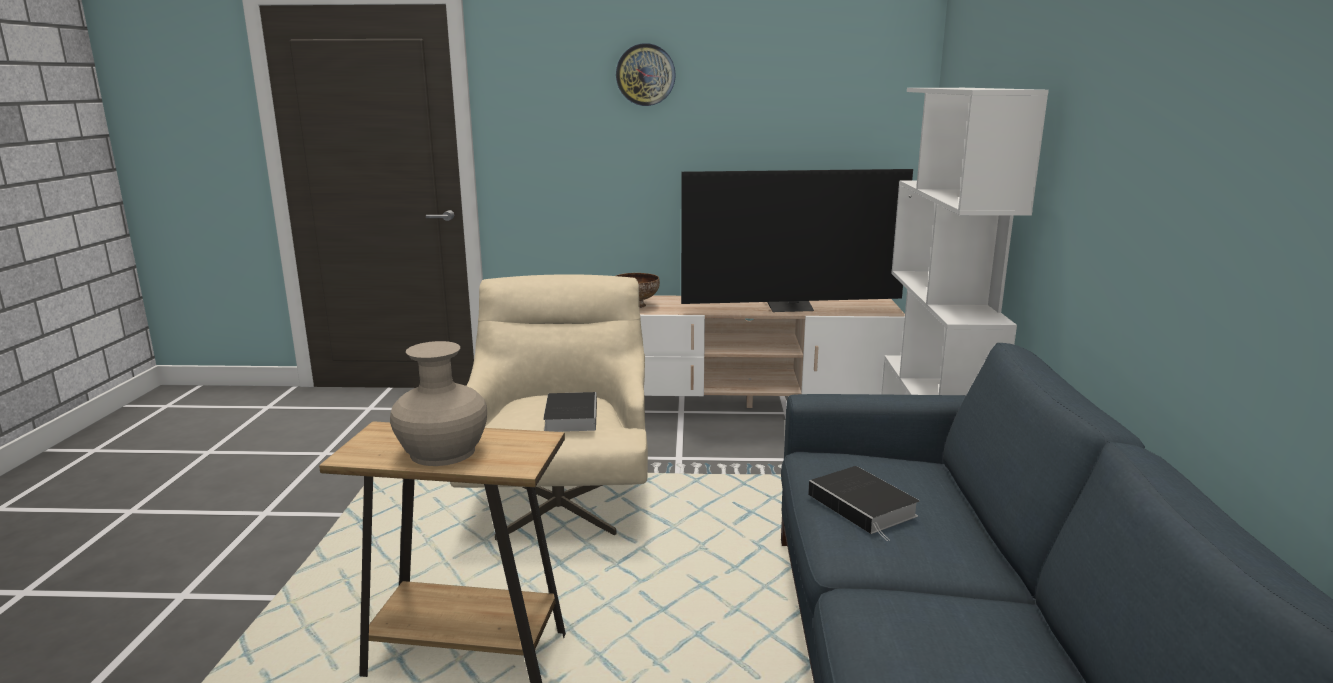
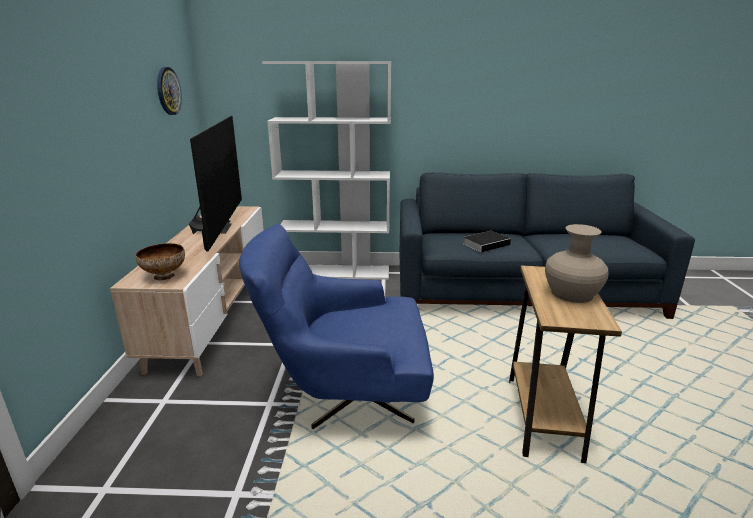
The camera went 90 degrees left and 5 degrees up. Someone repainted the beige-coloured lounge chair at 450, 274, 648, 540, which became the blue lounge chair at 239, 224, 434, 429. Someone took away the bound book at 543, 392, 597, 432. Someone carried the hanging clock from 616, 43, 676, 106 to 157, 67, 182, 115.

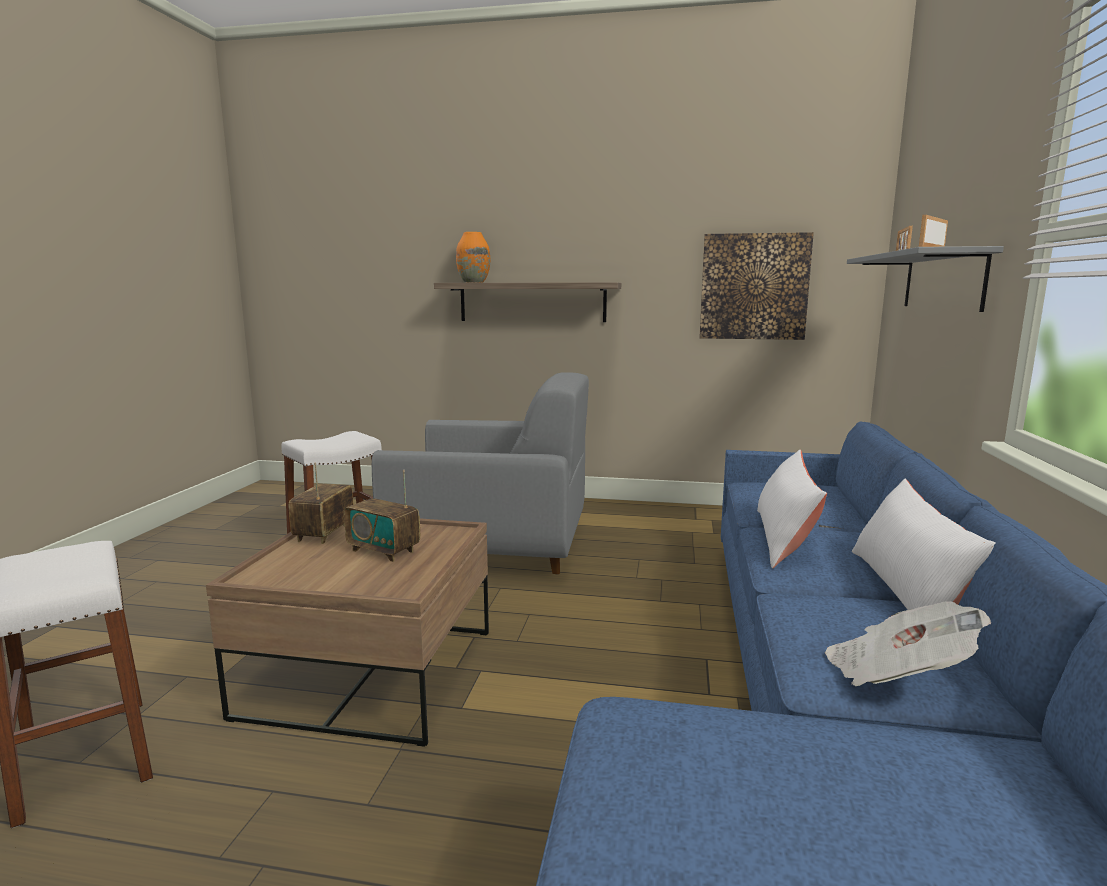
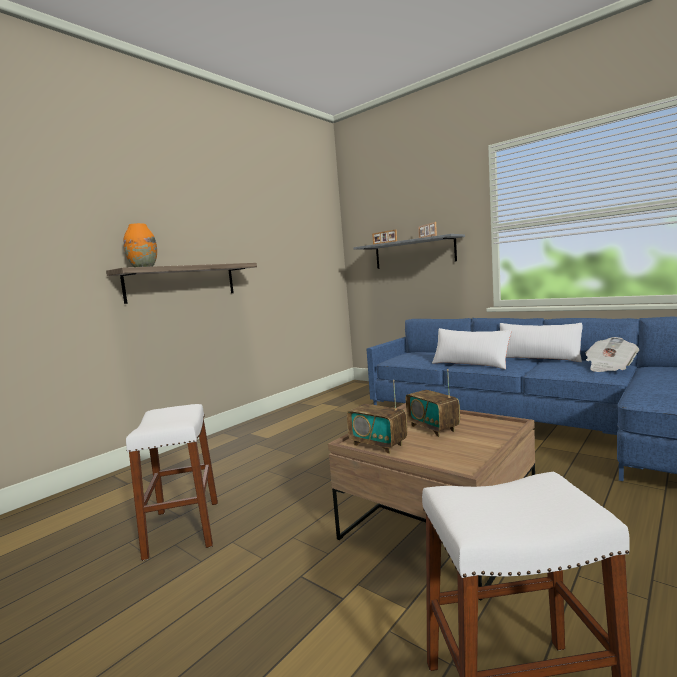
The camera went 60 degrees left and 5 degrees down. Someone rotated the radio receiver at 344, 470, 420, 562 by 90 degrees clockwise. Someone took away the grey lounge chair at 372, 372, 589, 574. Someone took away the picture at 699, 232, 814, 340.

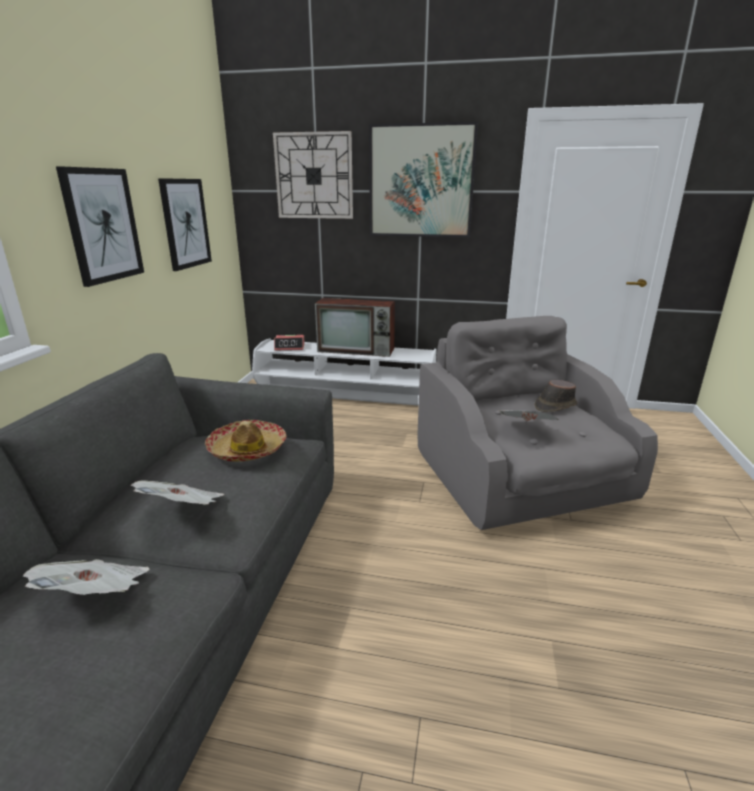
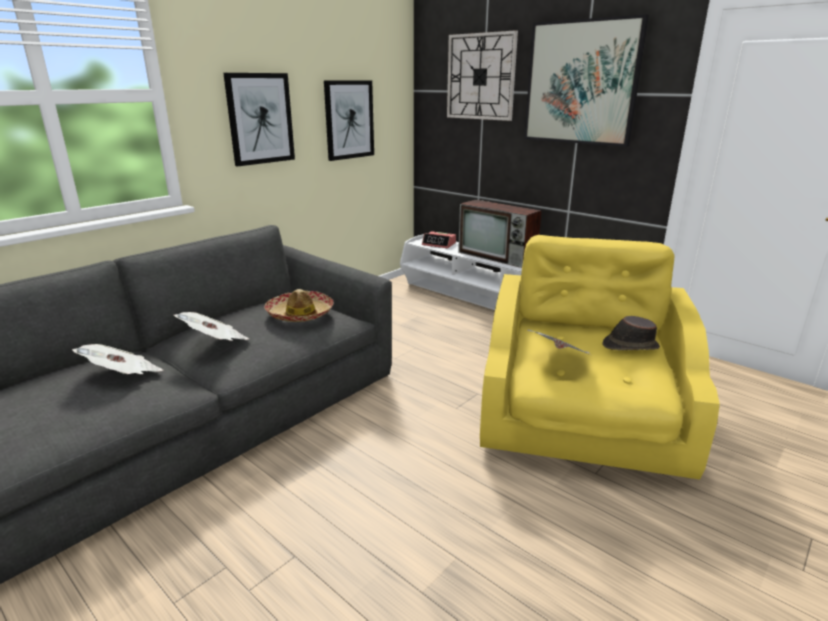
The camera went 30 degrees right and 0 degrees up. Someone repainted the grey lounge chair at 417, 316, 658, 530, which became the yellowish lounge chair at 480, 235, 720, 480.

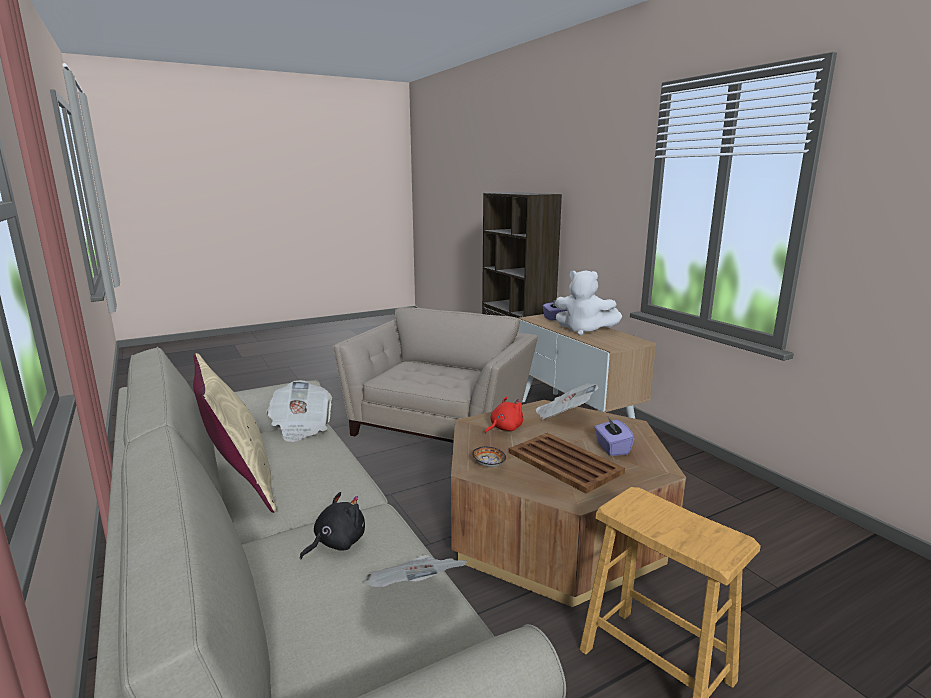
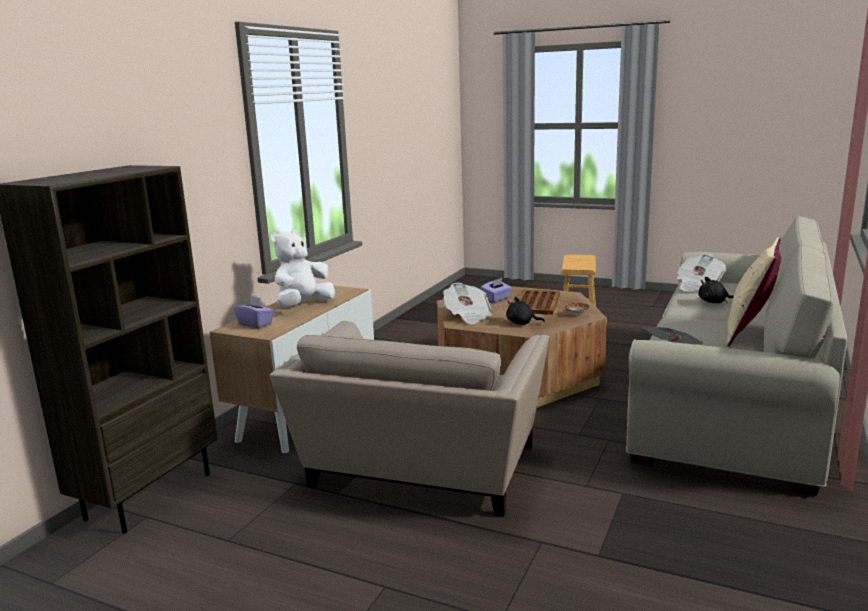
The camera went 125 degrees left and 0 degrees up. Someone rotated the beige-coloured lounge chair at 333, 307, 538, 443 by 60 degrees counterclockwise. Someone repainted the reddish cuddly toy at 484, 396, 523, 434, which became the black-coloured cuddly toy at 506, 297, 545, 325. Someone rotated the white cuddly toy at 555, 270, 622, 335 by 135 degrees counterclockwise.

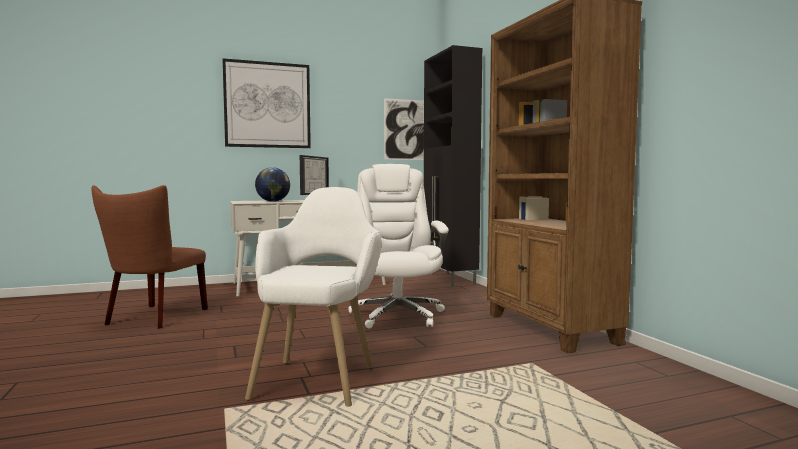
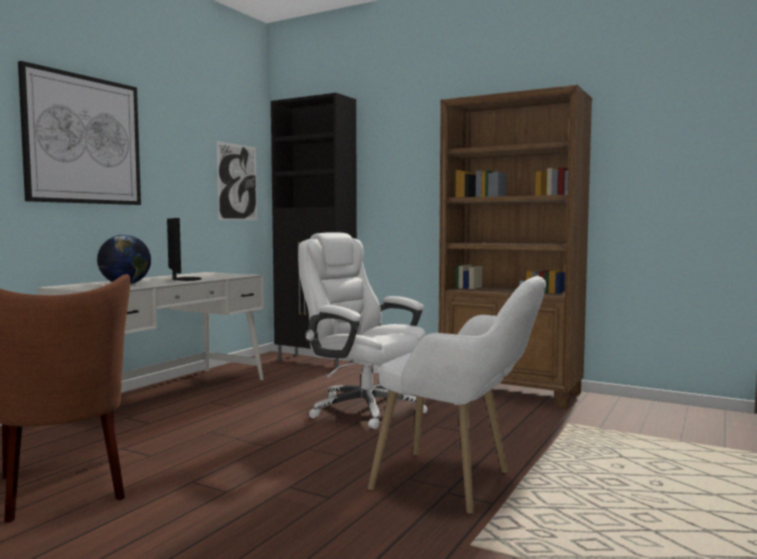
The camera went 40 degrees left and 0 degrees up. Someone rotated the white lounge chair at 245, 187, 382, 407 by 150 degrees clockwise.

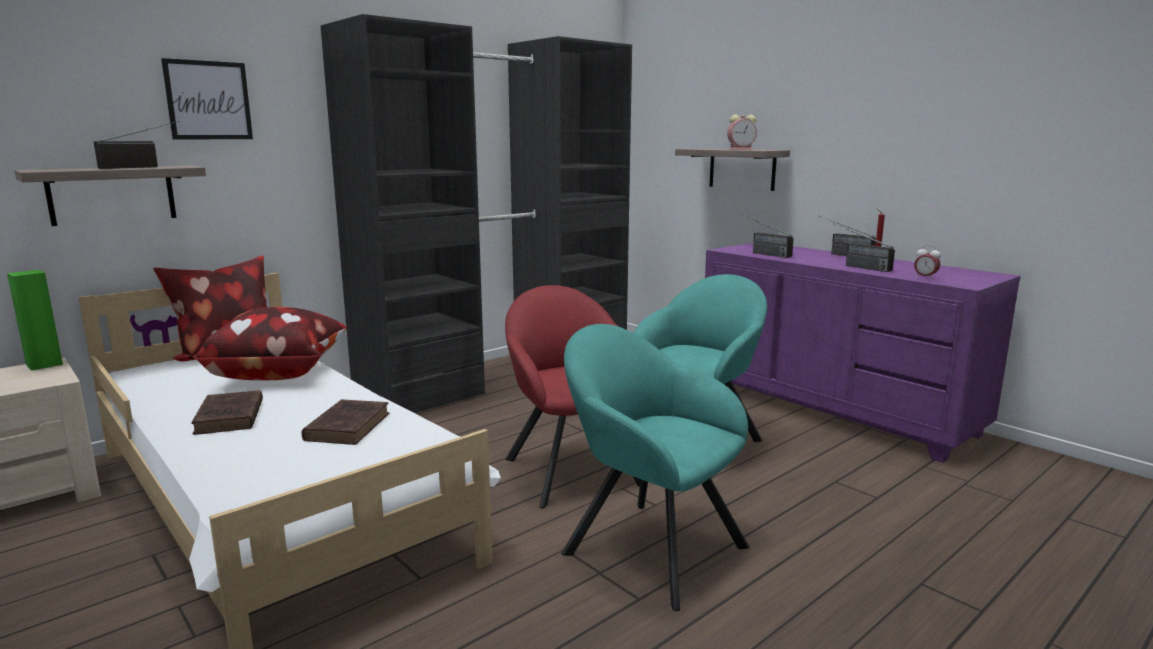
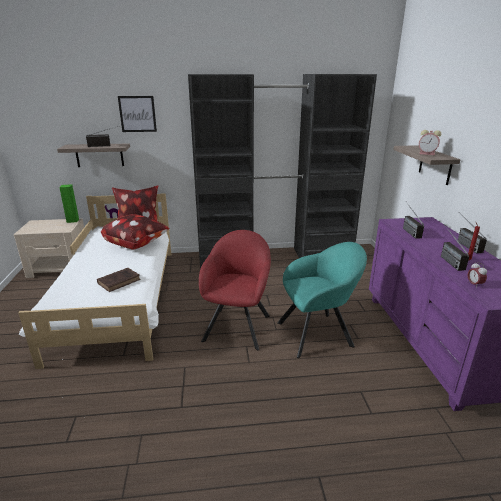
The camera went 35 degrees right and 10 degrees up. Someone took away the brownish bound book at 191, 390, 263, 435. Someone took away the turquoise-coloured lounge chair at 561, 324, 749, 611.

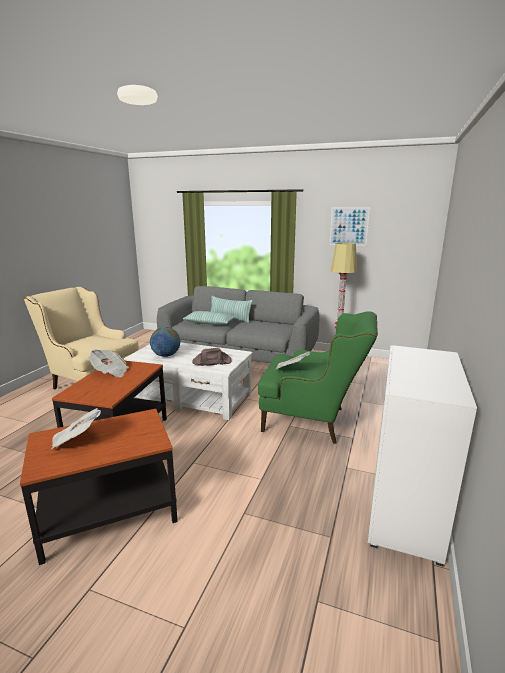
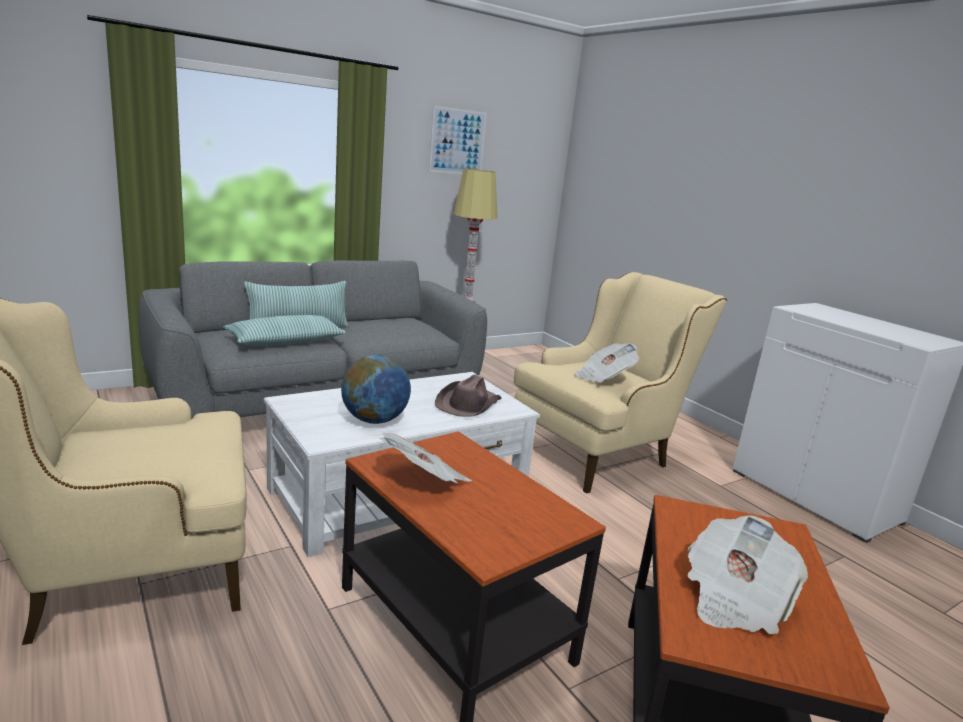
The camera went 55 degrees left and 0 degrees up. Someone repainted the greenish lounge chair at 258, 311, 378, 444, which became the beige-coloured lounge chair at 514, 272, 727, 493.

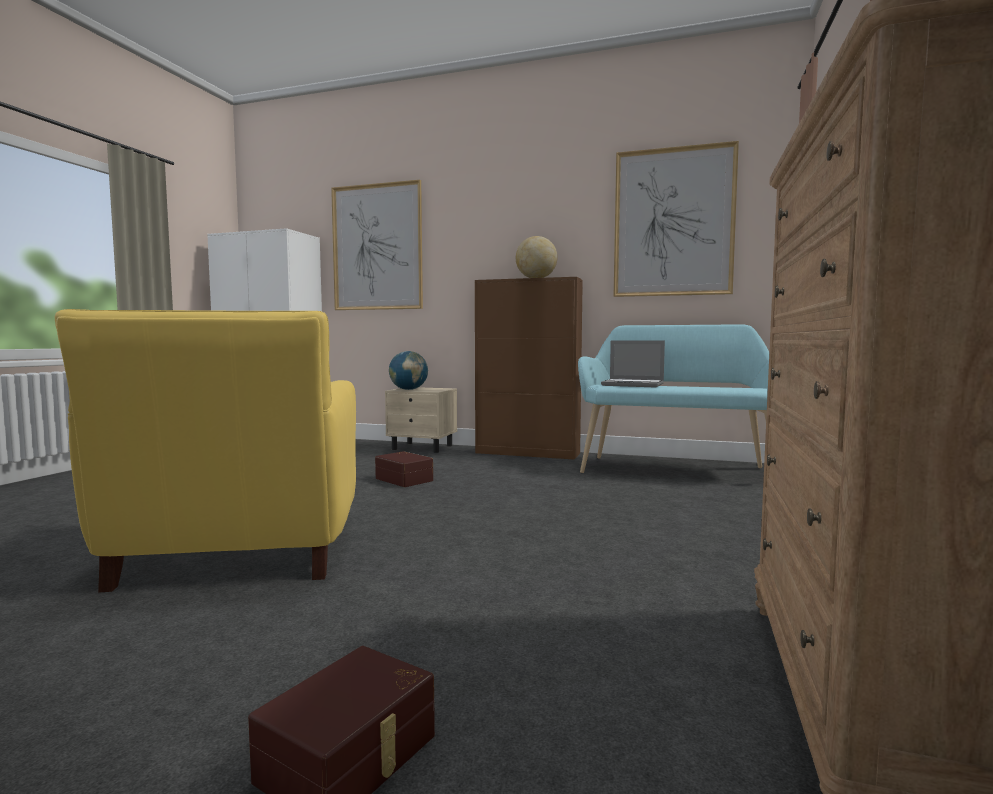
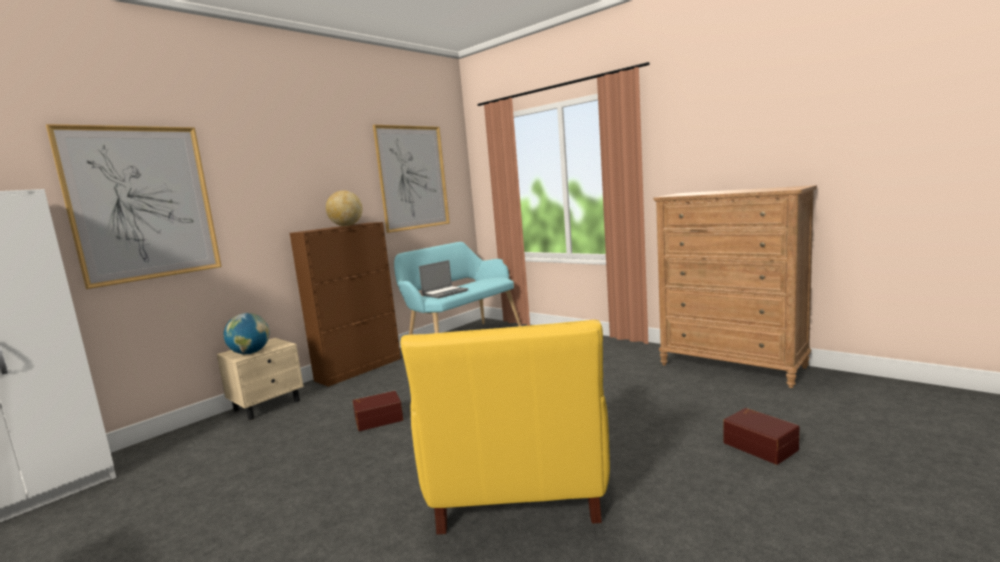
The camera went 65 degrees left and 5 degrees up. Someone rotated the yellowish lounge chair at 55, 309, 356, 592 by 75 degrees clockwise.

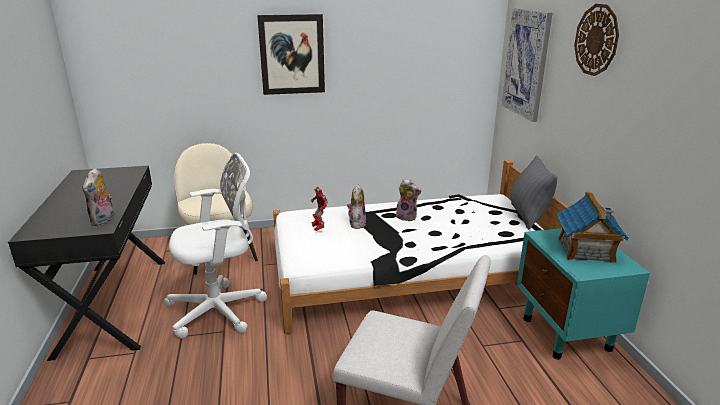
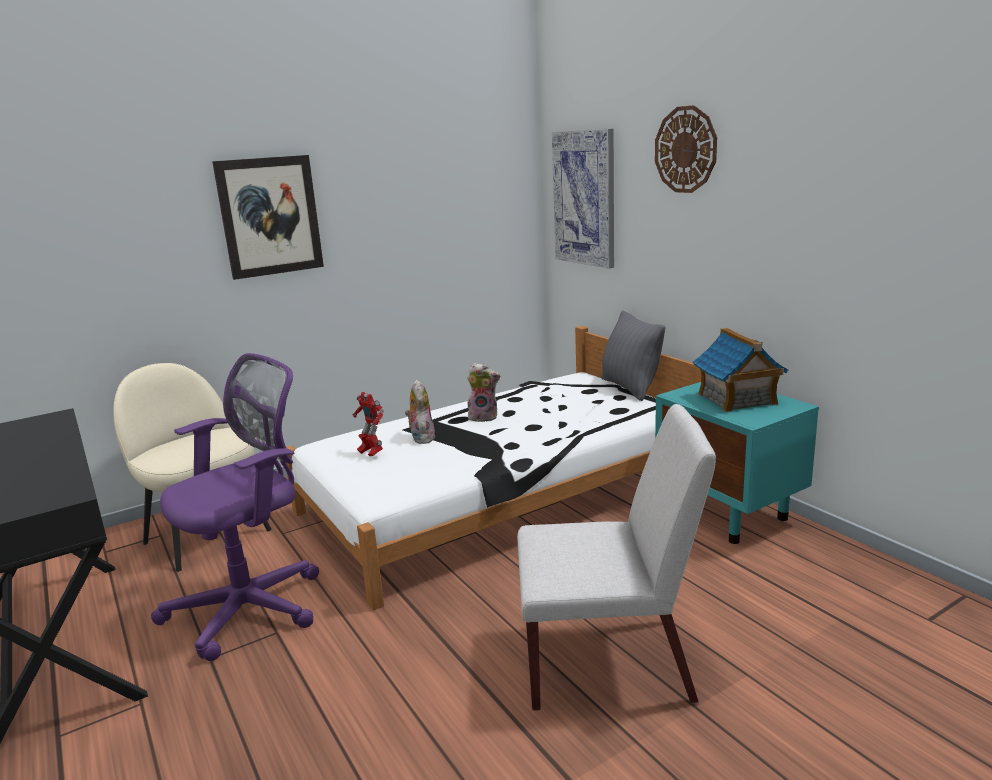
The camera went 20 degrees left and 5 degrees down. Someone took away the cuddly toy at 82, 168, 115, 226. Someone repainted the white computer chair at 164, 153, 267, 339, which became the purple computer chair at 151, 353, 319, 661.

